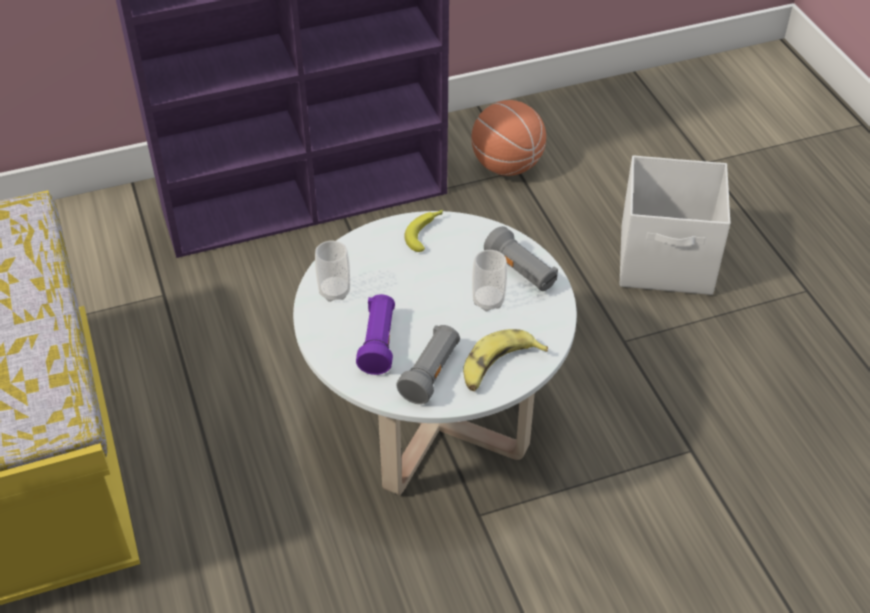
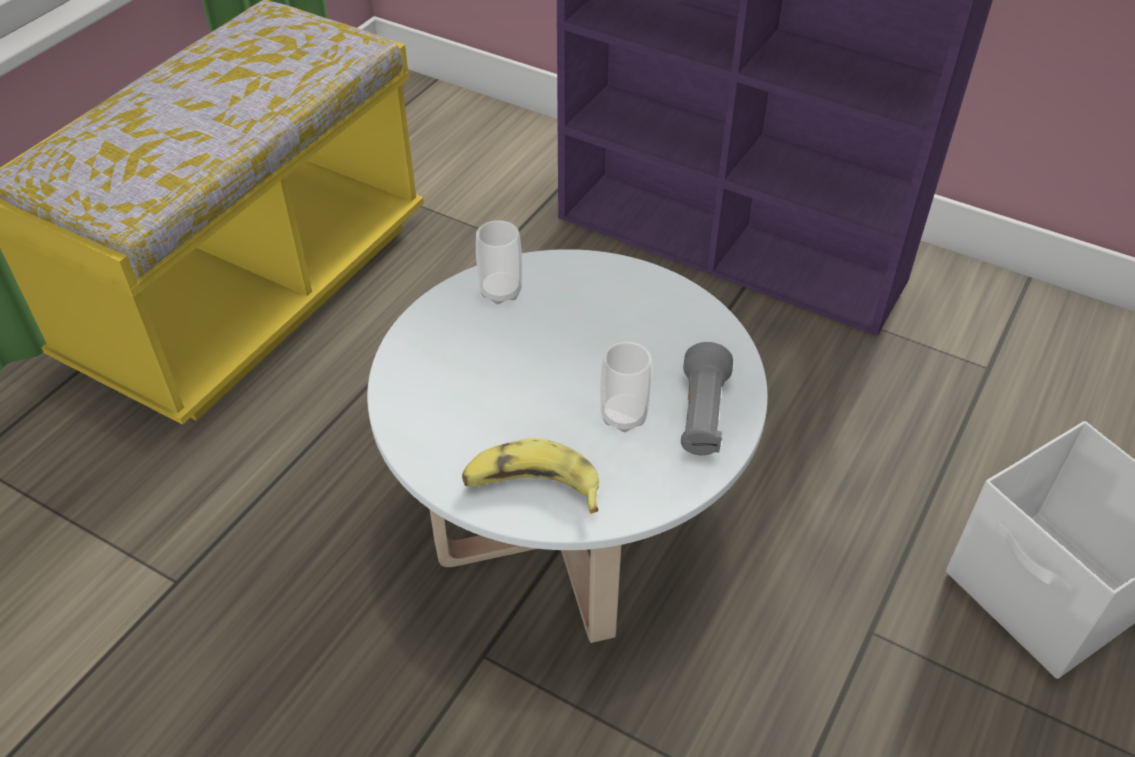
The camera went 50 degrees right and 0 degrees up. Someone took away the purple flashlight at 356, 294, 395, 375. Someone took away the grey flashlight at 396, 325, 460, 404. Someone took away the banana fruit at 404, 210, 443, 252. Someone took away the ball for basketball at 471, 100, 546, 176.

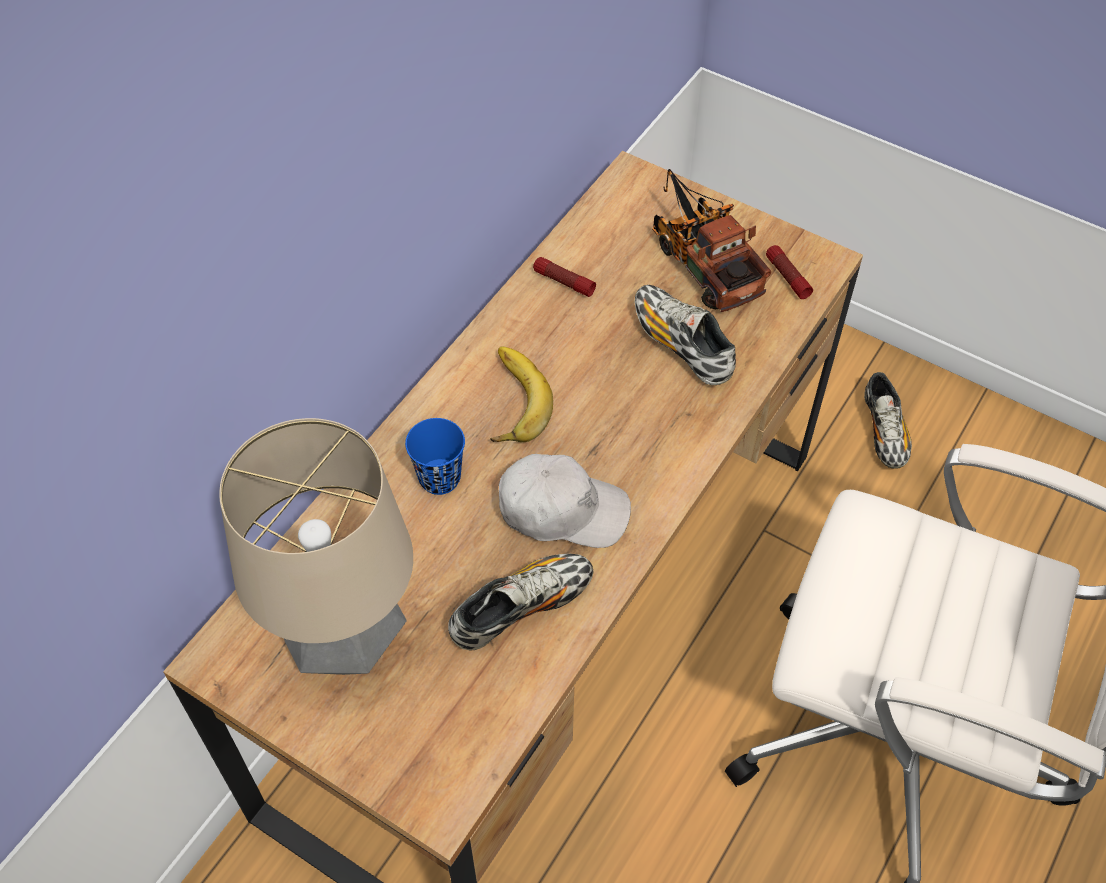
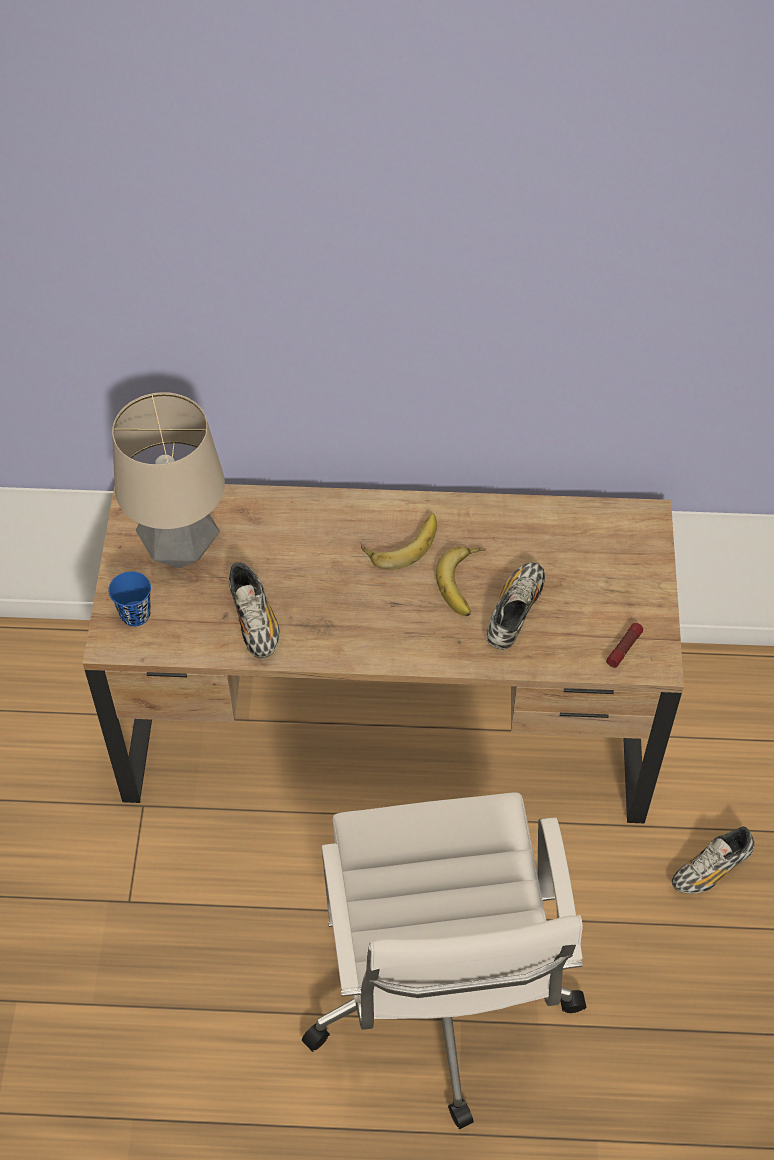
The camera went 60 degrees right and 0 degrees up. Someone carried the blue cup from 405, 418, 465, 495 to 109, 571, 151, 627. Someone rotated the low shoe at 448, 554, 593, 650 by 45 degrees clockwise. Someone took away the white baseball cap at 499, 454, 631, 548. Someone took away the flashlight at 533, 257, 596, 297. Someone took away the model truck at 652, 169, 771, 312. Someone put down the banana fruit at 436, 546, 486, 616.

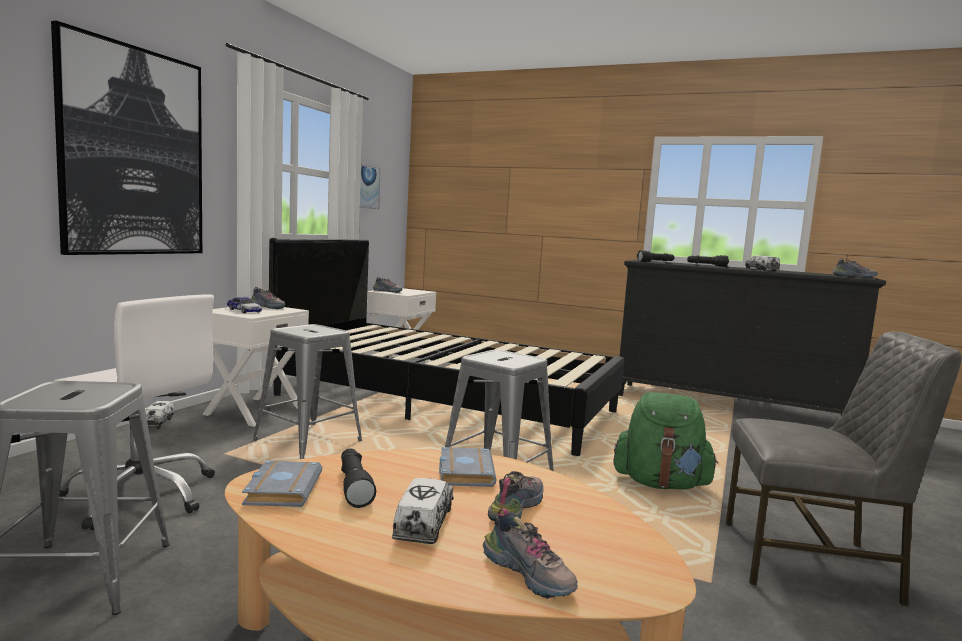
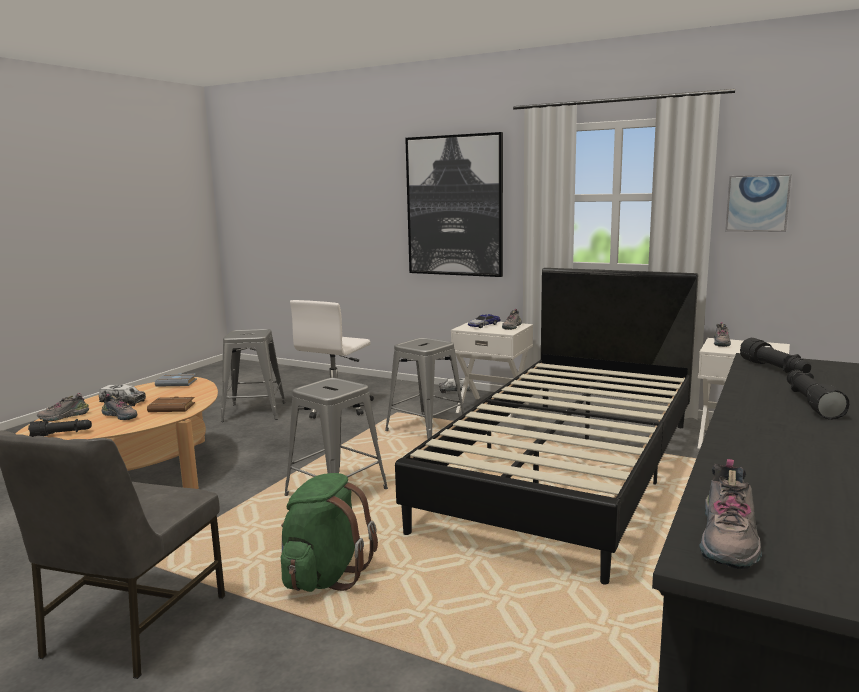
The camera went 95 degrees right and 5 degrees up. Someone carried the black-coloured flashlight from 341, 449, 376, 508 to 28, 419, 92, 437. Someone repainted the grey bound book at 439, 447, 496, 487, which became the brownish bound book at 147, 396, 195, 412. Someone took away the model truck at 745, 255, 780, 271.

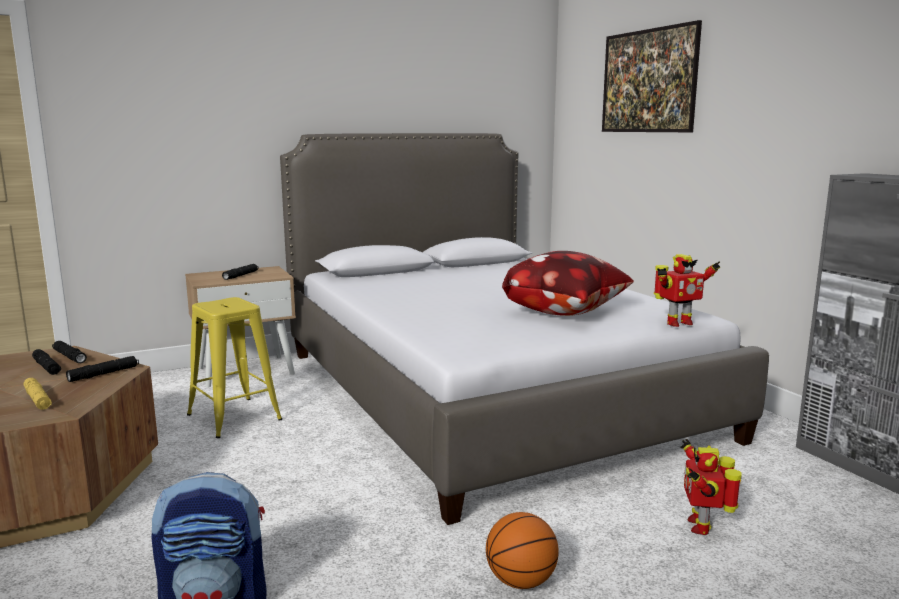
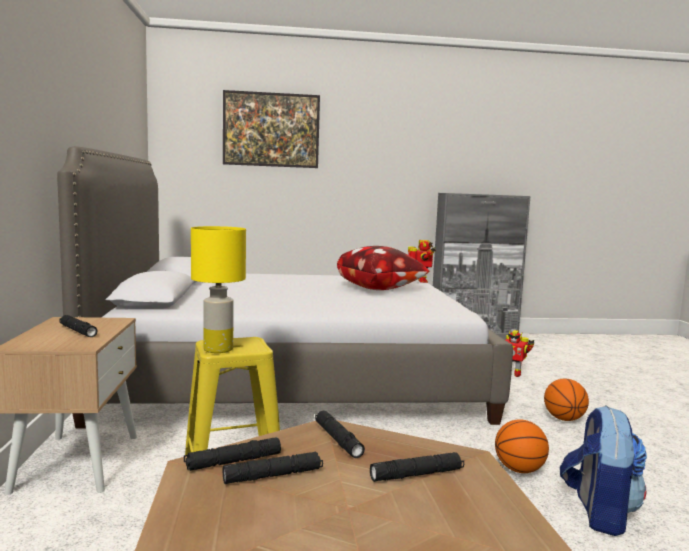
The camera went 70 degrees left and 5 degrees down. Someone repainted the yellowish flashlight at 24, 378, 52, 410, which became the black-coloured flashlight at 370, 452, 464, 482. Someone put down the yellowish lamp for a table at 191, 226, 246, 353. Someone put down the ball for basketball at 495, 419, 549, 473.

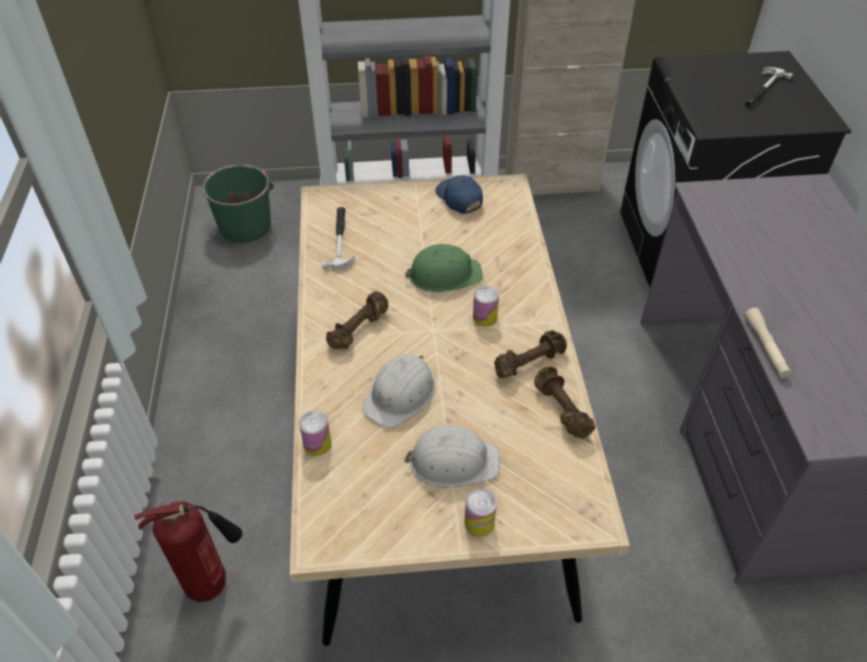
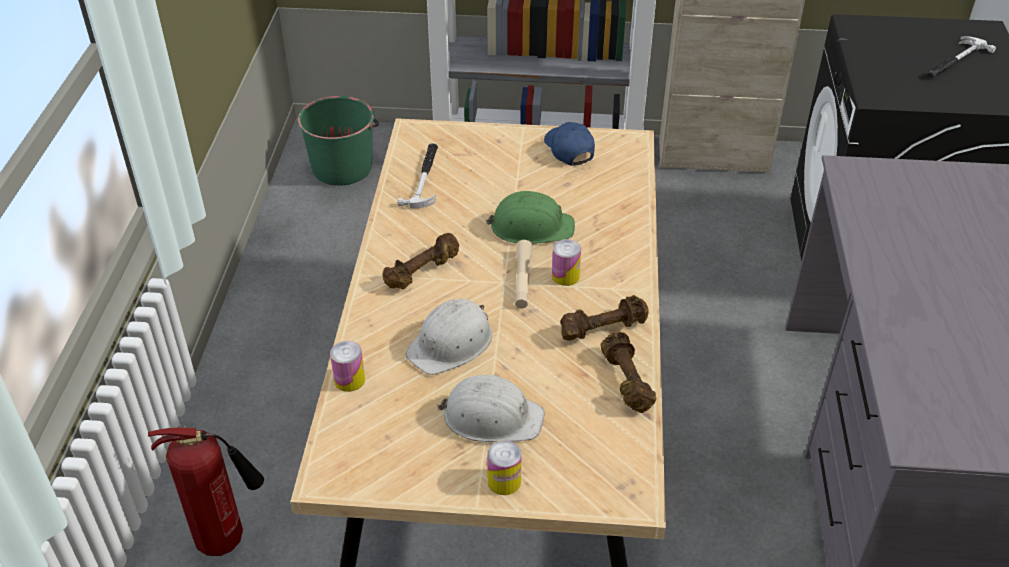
The camera went 10 degrees right and 5 degrees down. Someone carried the beige-coloured flashlight from 744, 308, 791, 378 to 515, 240, 532, 309.

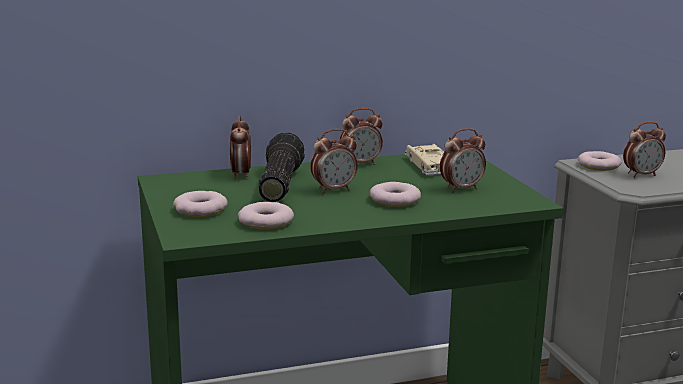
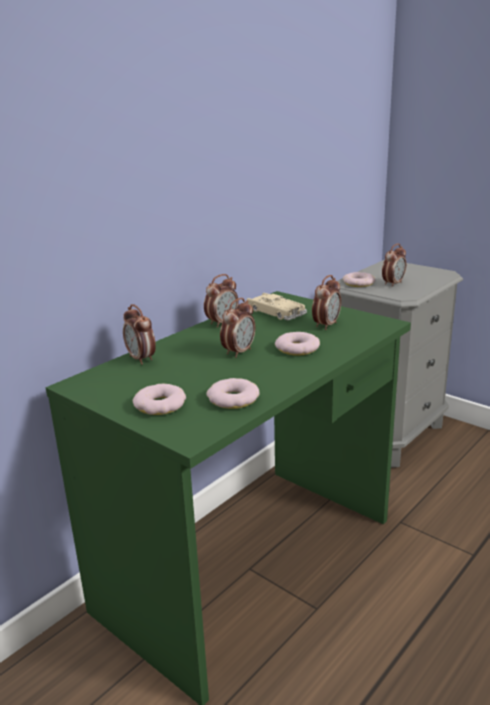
The camera went 30 degrees left and 5 degrees up. Someone took away the flashlight at 259, 132, 305, 202.

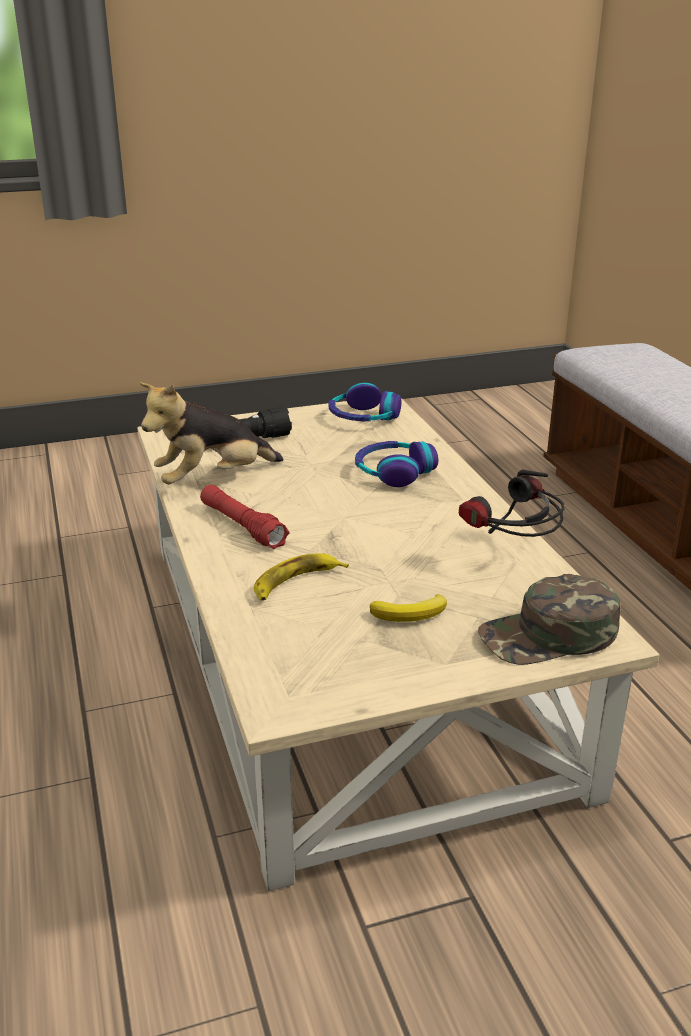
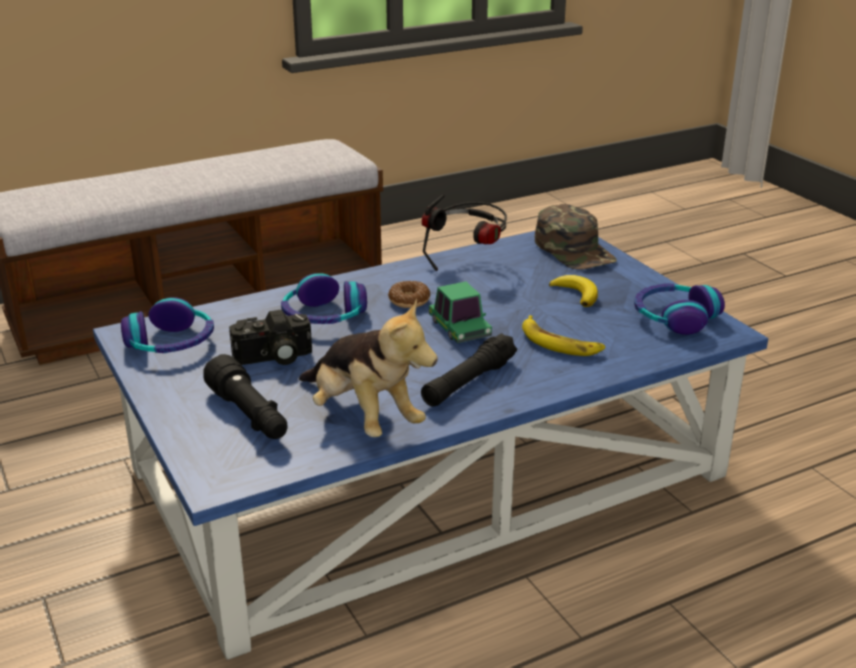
The camera went 100 degrees left and 0 degrees up. Someone repainted the beige-coloured low table at 137, 398, 659, 891, which became the blue low table at 93, 231, 768, 660. Someone repainted the reddish flashlight at 200, 485, 289, 549, which became the black-coloured flashlight at 421, 333, 517, 407. Someone put down the photo camera at 229, 310, 312, 365. Someone put down the doughnut at 388, 281, 430, 308. Someone put down the toy car at 429, 282, 492, 343. Someone put down the headphones at 634, 283, 725, 335.

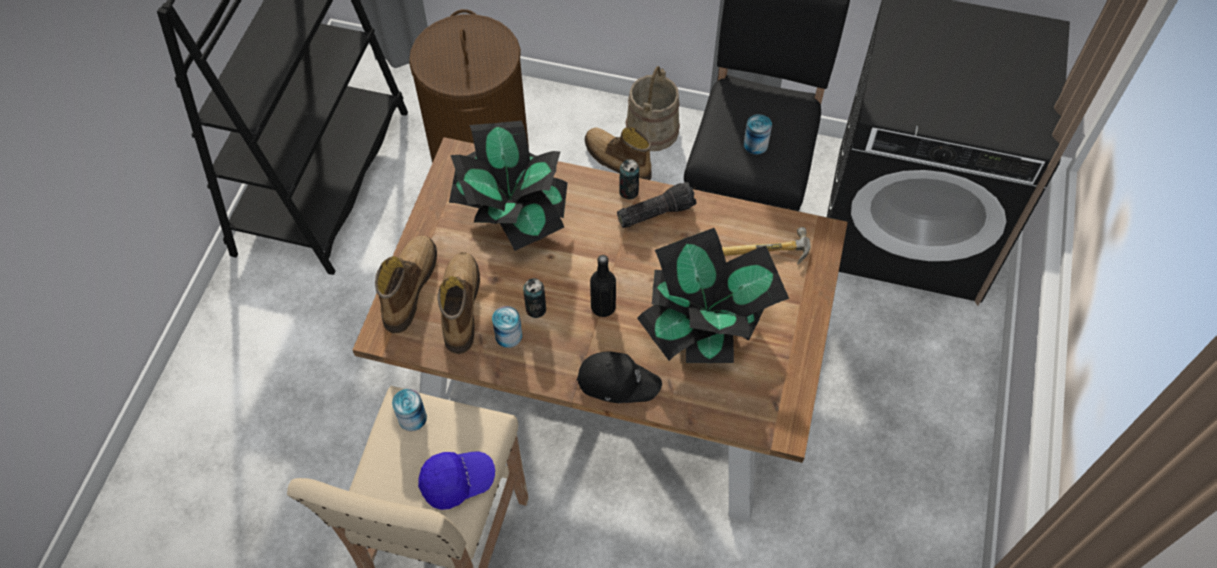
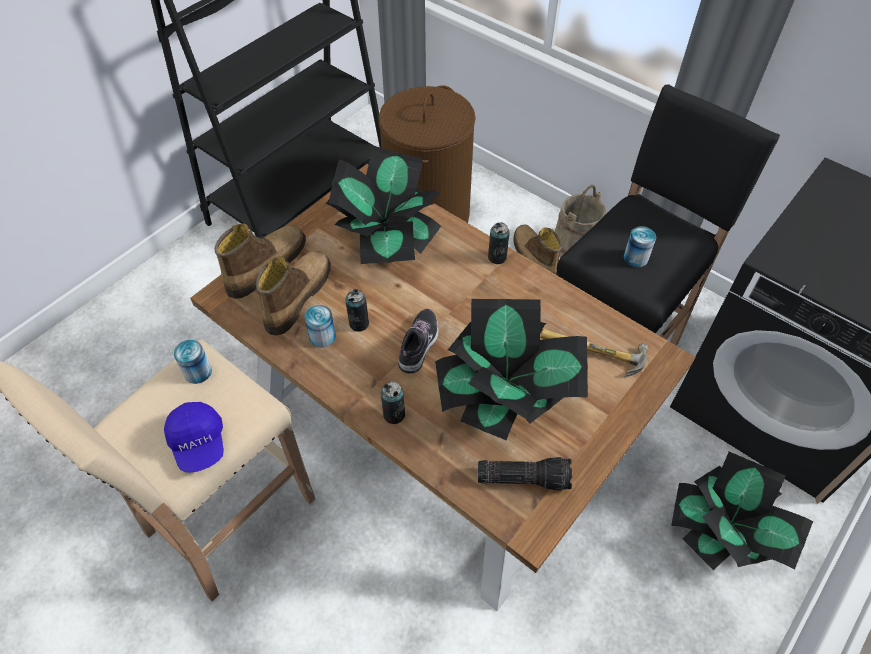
The camera went 25 degrees right and 5 degrees down. Someone rotated the blue baseball cap at 418, 452, 495, 510 by 60 degrees clockwise. Someone swapped the black-coloured baseball cap at 576, 351, 662, 403 for the can at 381, 381, 405, 424. Someone swapped the black-coloured bottle at 590, 255, 616, 317 for the low shoe at 398, 309, 439, 373. Someone carried the flashlight from 617, 182, 696, 228 to 478, 457, 572, 491. Someone put down the houseplant at 671, 452, 813, 570.

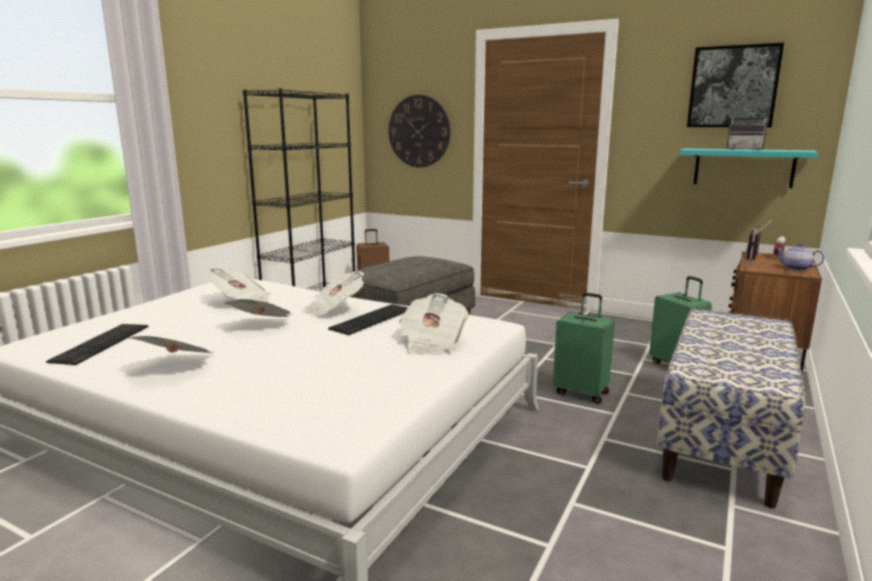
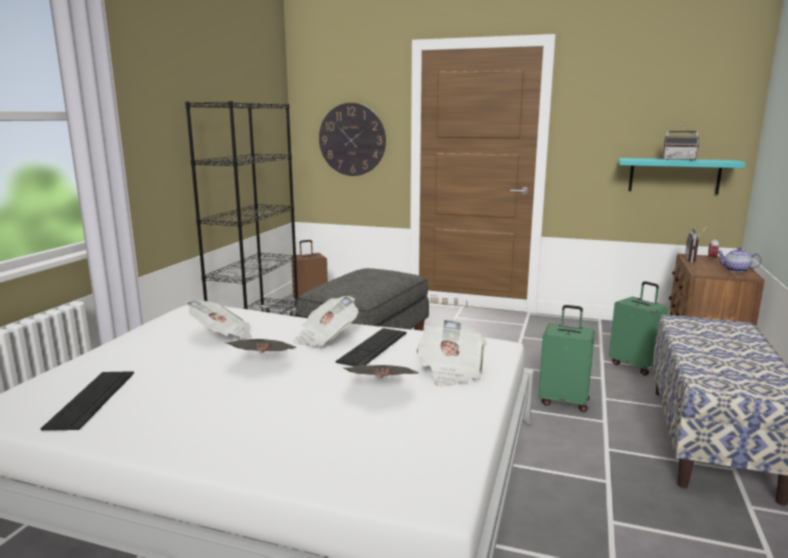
The camera went 10 degrees left and 0 degrees up. Someone carried the daily paper from 129, 336, 212, 353 to 340, 365, 419, 378. Someone took away the picture at 687, 43, 784, 127.

